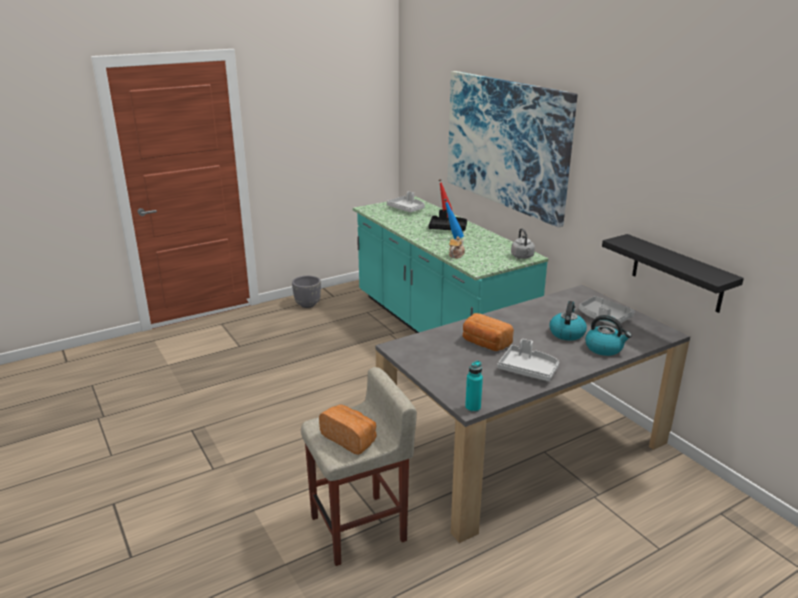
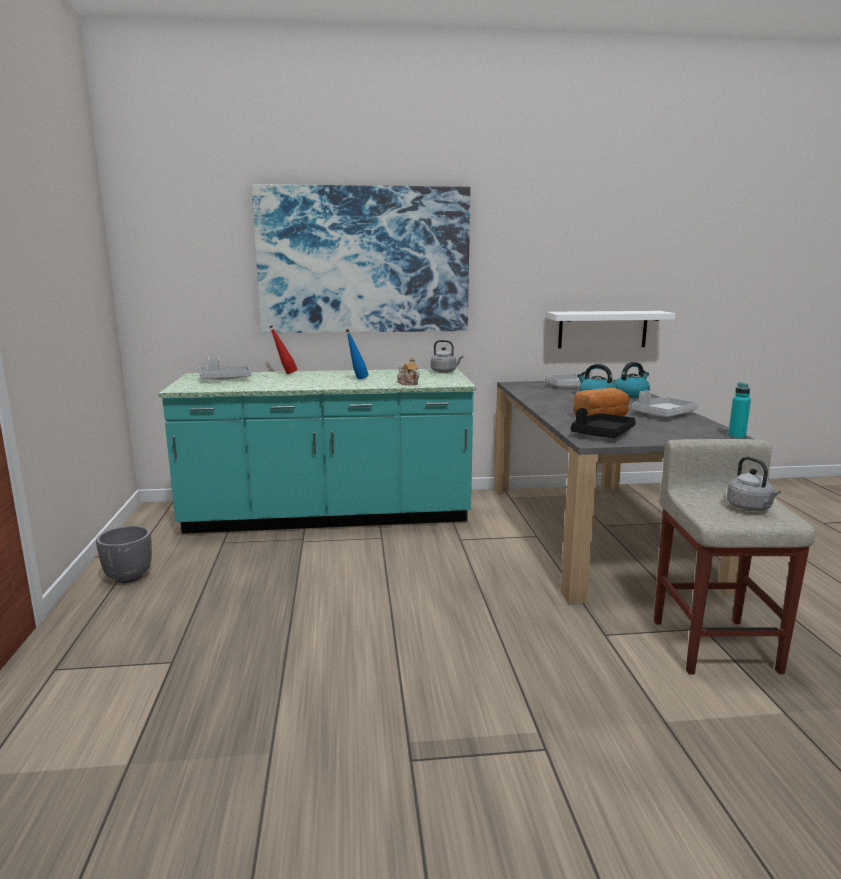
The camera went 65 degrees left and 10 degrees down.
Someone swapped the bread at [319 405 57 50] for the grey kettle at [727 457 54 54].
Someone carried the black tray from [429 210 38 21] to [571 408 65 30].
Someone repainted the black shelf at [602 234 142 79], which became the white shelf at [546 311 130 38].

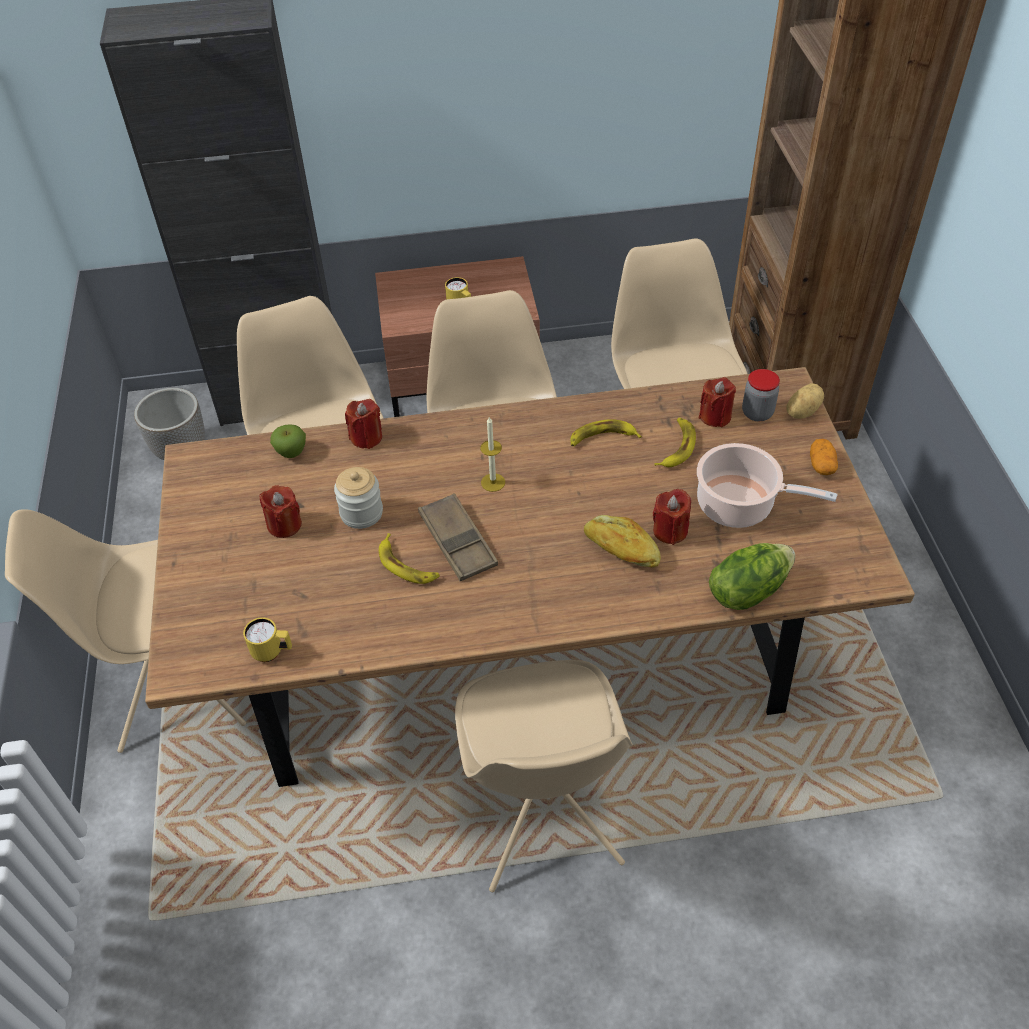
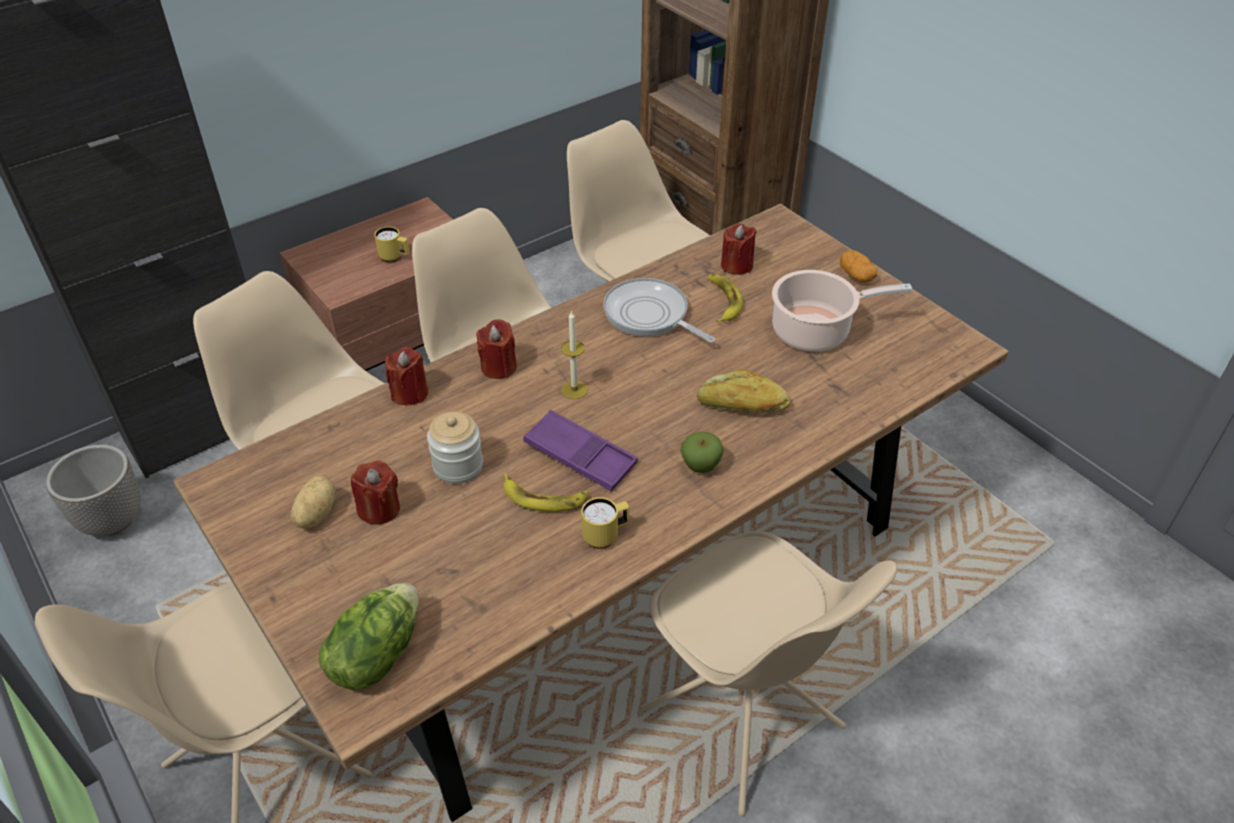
The camera went 30 degrees left and 5 degrees down.
Someone carried the yellow mug from [243 617 49 45] to [581 497 48 52].
Someone carried the apple from [270 424 36 34] to [680 432 44 41].
Someone repainted the brown tray at [418 493 80 88], which became the purple tray at [523 410 115 82].
Someone swapped the banana at [570 419 72 27] for the frying pan at [603 278 112 65].
Someone carried the red candle from [653 489 38 56] to [476 319 41 60].
Someone carried the lettuce from [709 543 86 67] to [319 583 100 107].
Someone took away the jar at [742 369 38 52].
Someone carried the potato from [786 383 38 36] to [291 476 45 53].

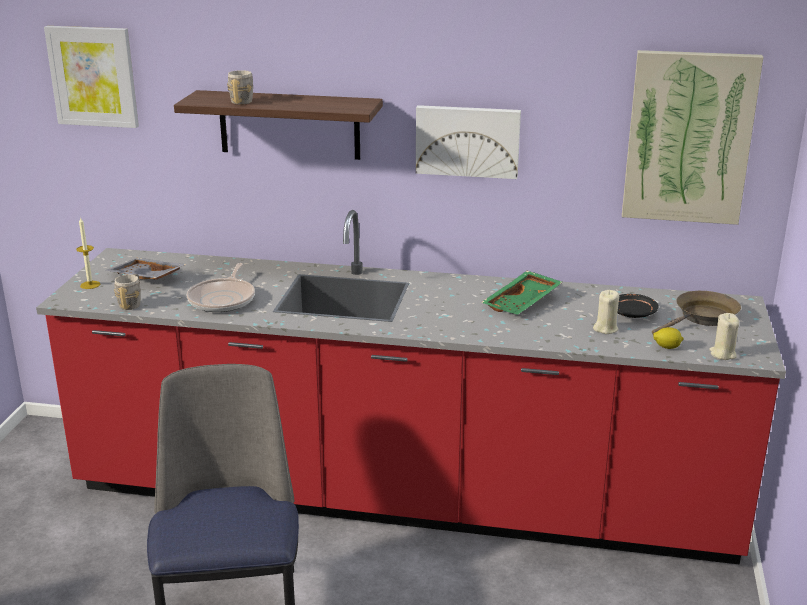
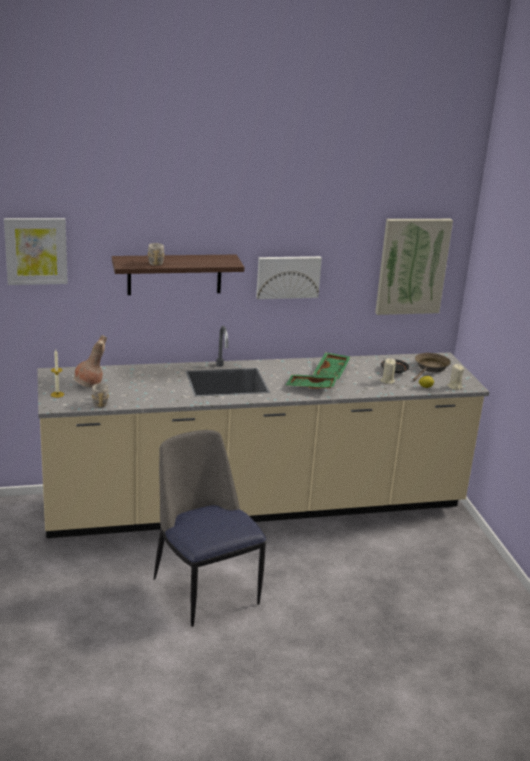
The camera went 25 degrees left and 0 degrees up.
Someone repainted the red counter at [36 210 750 355], which became the beige counter at [37 326 452 212].
Someone swapped the grey tray at [106 258 80 22] for the brown vase at [74 335 33 53].
Someone took away the frying pan at [187 263 68 49].
Someone put down the green tray at [286 375 52 14].

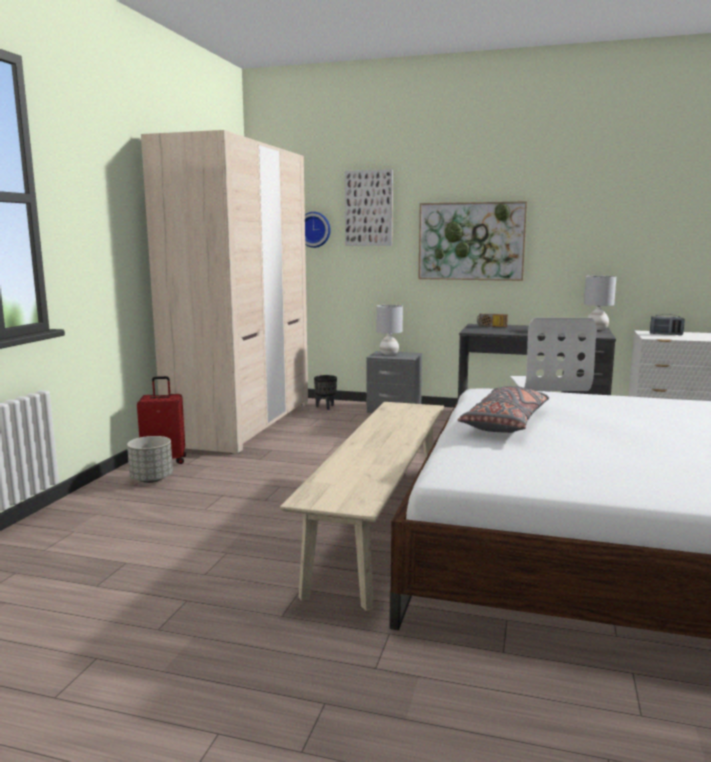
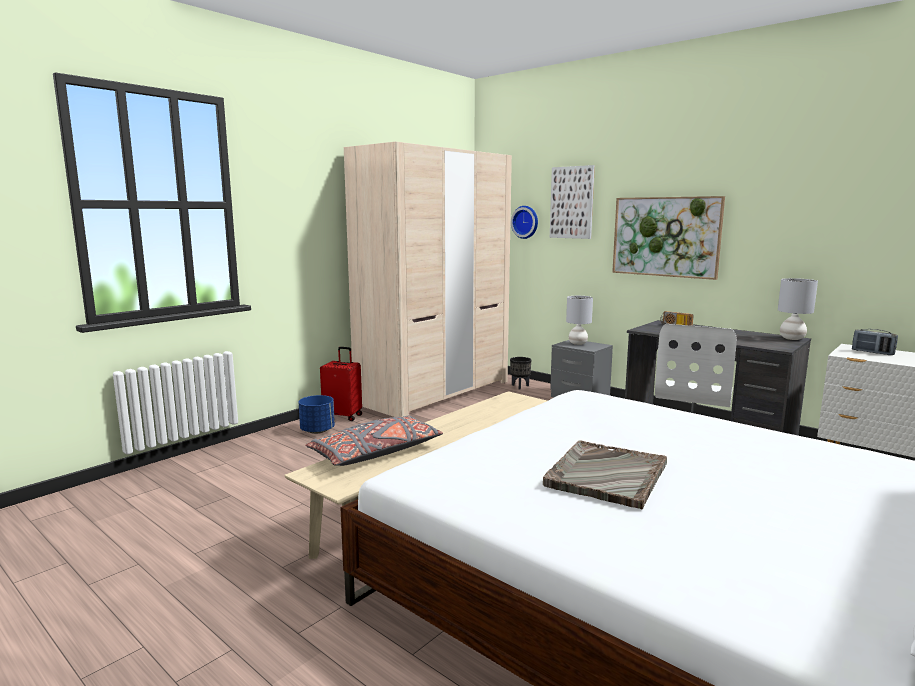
The camera went 25 degrees right and 0 degrees up.
Someone repainted the grey planter at [127 436 46 47], which became the blue planter at [298 395 37 39].
Someone carried the grey pillow from [458 386 91 47] to [305 416 138 50].
Someone put down the grey tray at [543 440 124 70].

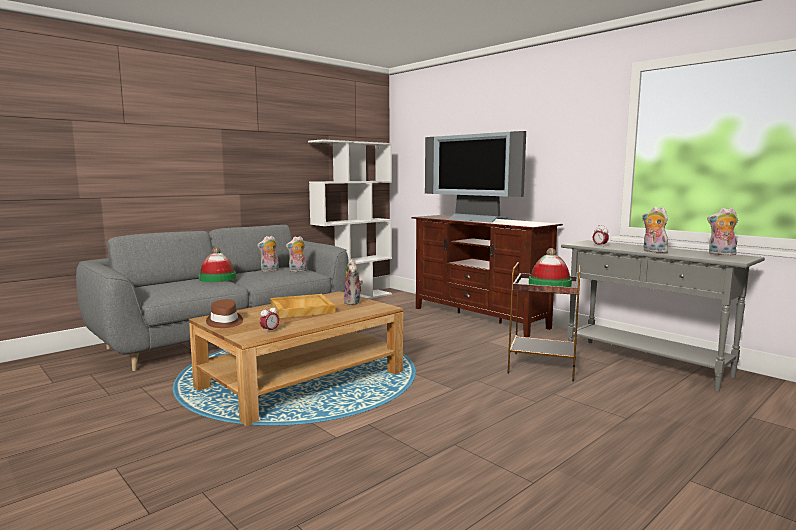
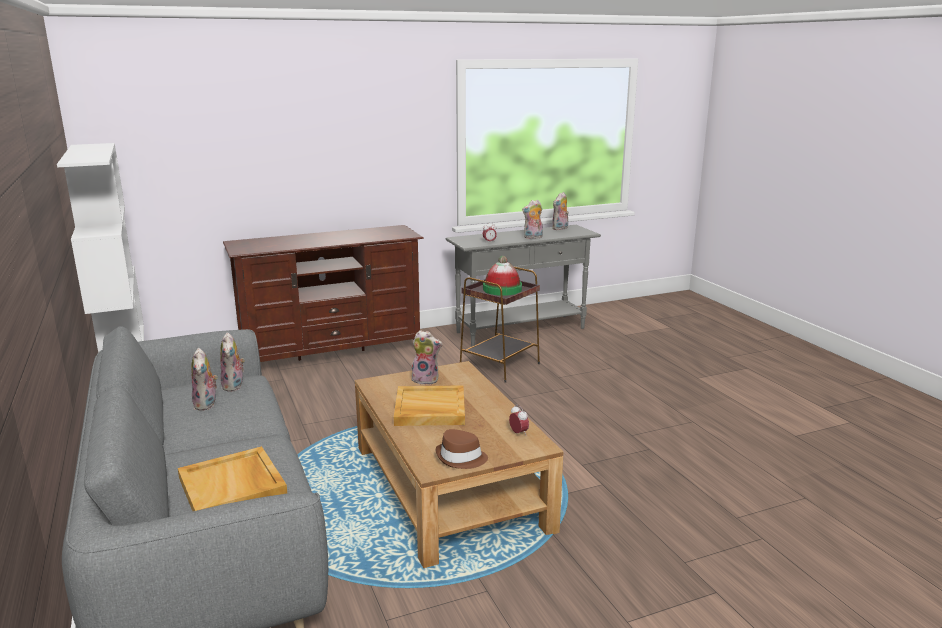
The camera went 70 degrees left and 10 degrees up.
Someone took away the hat at [199 247 37 35].
Someone took away the television at [425 131 101 92].
Someone put down the beige tray at [178 446 109 65].

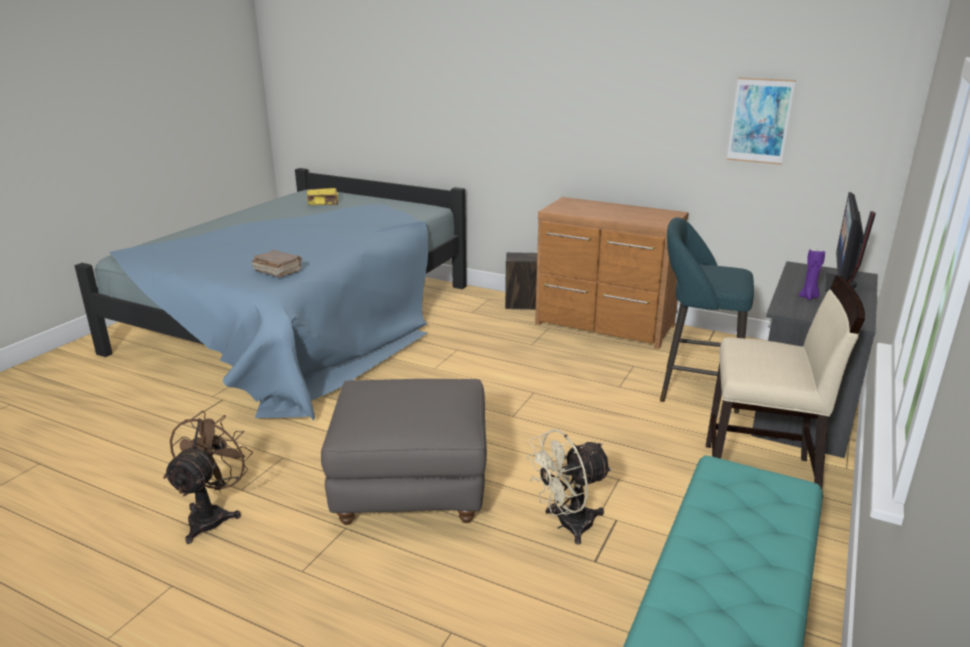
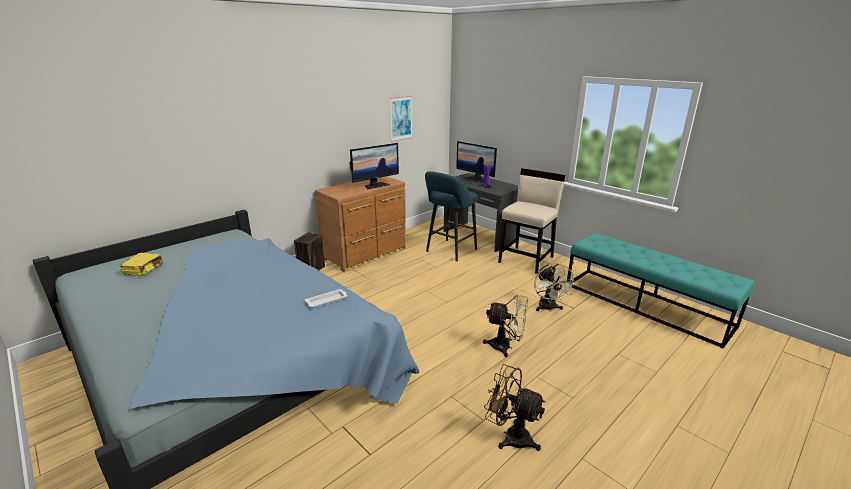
The camera went 70 degrees left and 0 degrees up.
Someone swapped the brown book at [252 250 50 27] for the white tray at [305 289 42 19].
Someone swapped the grey ottoman at [321 379 166 146] for the beige fan at [483 294 45 63].
Someone put down the monitor at [350 143 49 47].

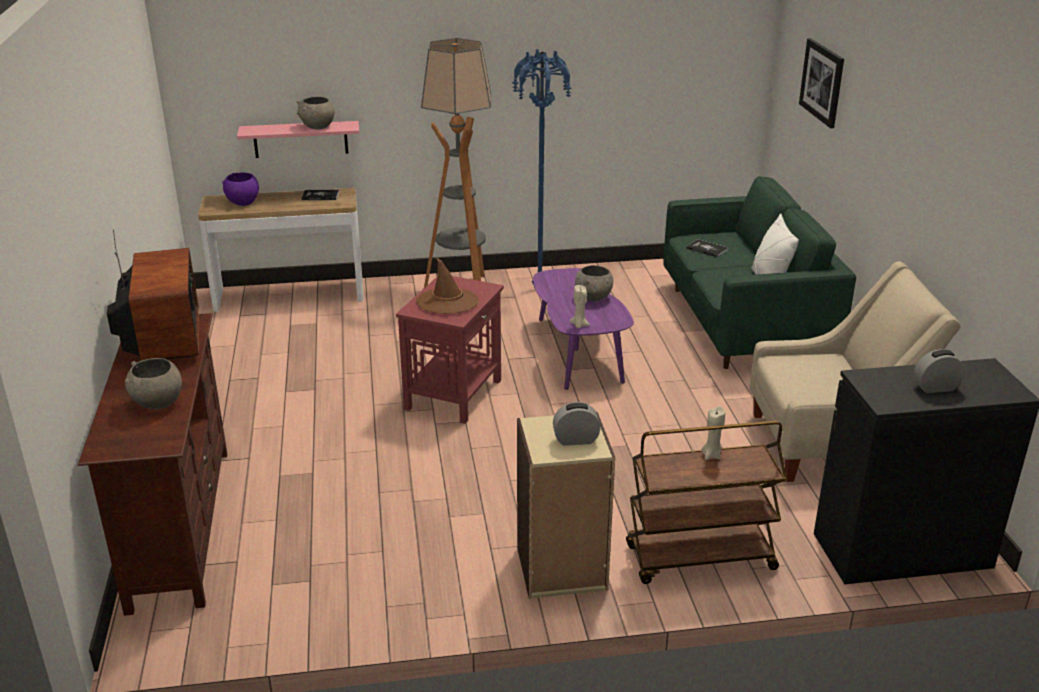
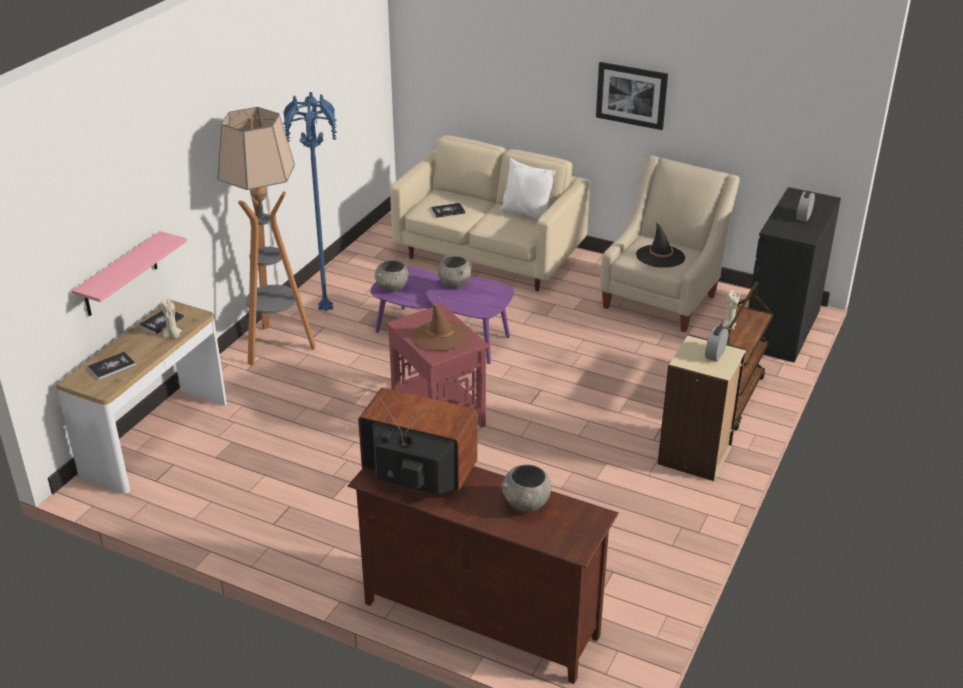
The camera went 55 degrees left and 5 degrees up.
Someone swapped the purple bowl at [222 173 37 33] for the book at [87 352 49 28].
Someone carried the grey bowl from [296 97 39 32] to [375 260 34 32].
Someone carried the beige candle from [570 285 20 43] to [161 299 21 39].
Someone repainted the green sofa at [663 177 193 192], which became the beige sofa at [390 135 200 156].
Someone carried the picture from [799 38 45 90] to [596 62 72 68].
Someone put down the black hat at [636 222 49 46].

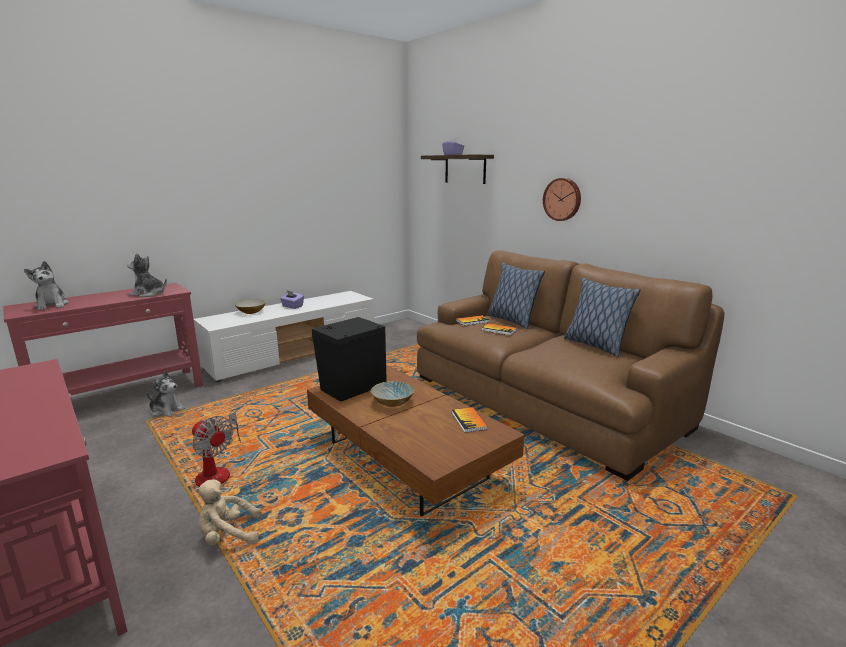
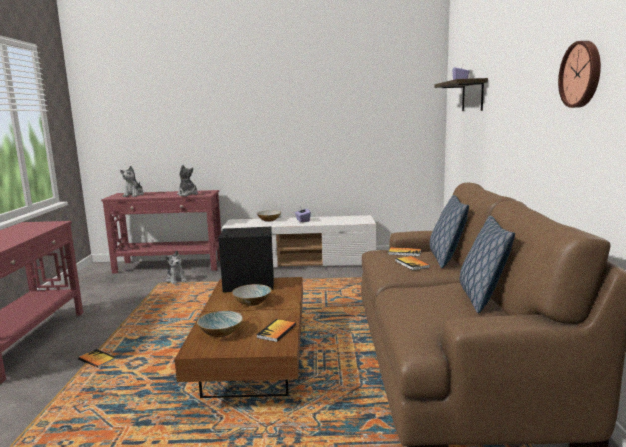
The camera went 40 degrees right and 5 degrees down.
Someone took away the fan at [192 412 50 75].
Someone swapped the beige plush toy at [195 479 67 66] for the book at [78 349 38 19].
Someone carried the wall clock from [543 178 38 43] to [558 41 43 67].
Someone put down the bowl at [197 311 46 26].

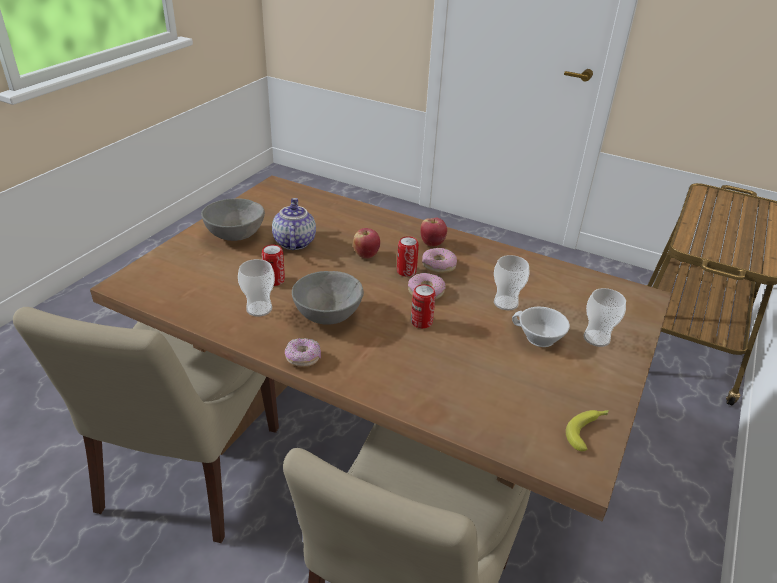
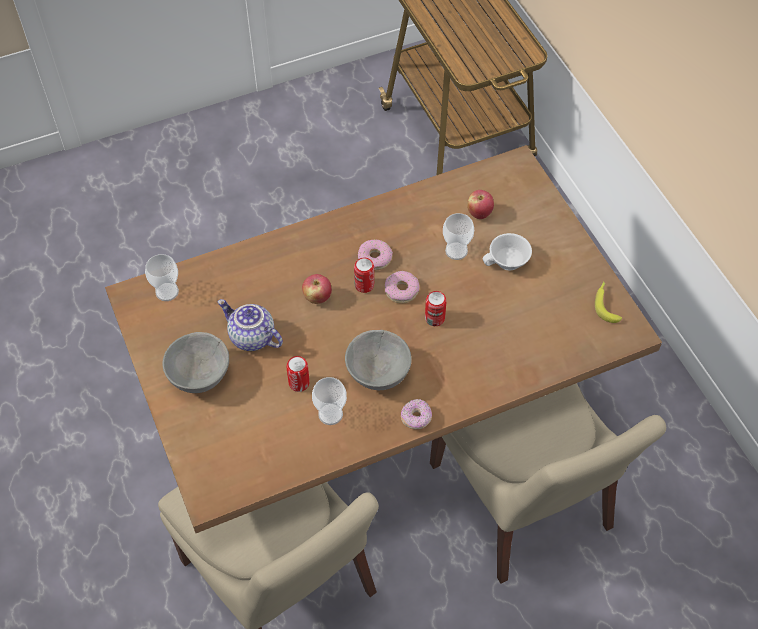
The camera went 50 degrees left and 20 degrees up.
Someone carried the apple from [420 218 27 29] to [467 190 27 29].
Someone carried the cup from [584 288 42 59] to [145 254 34 47].

